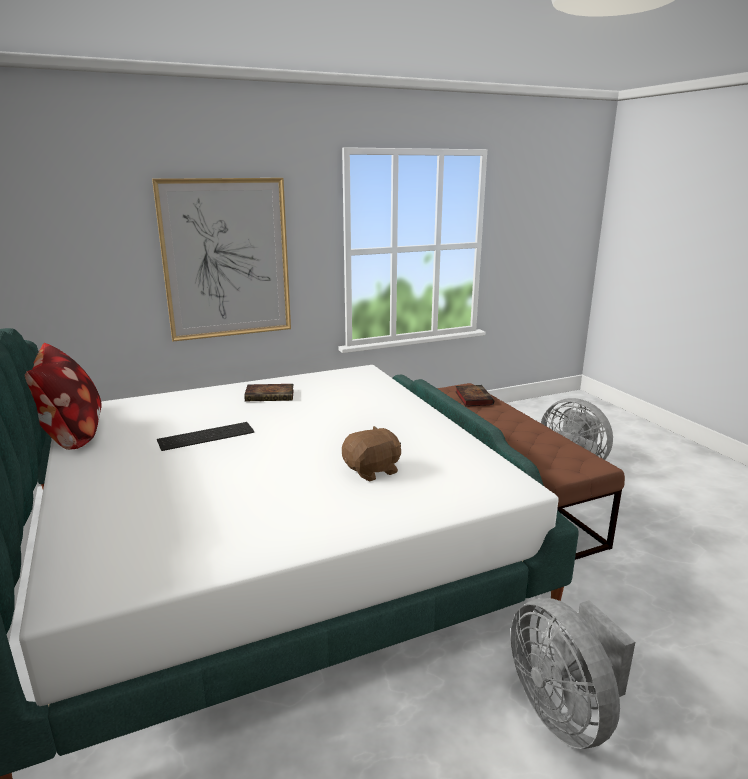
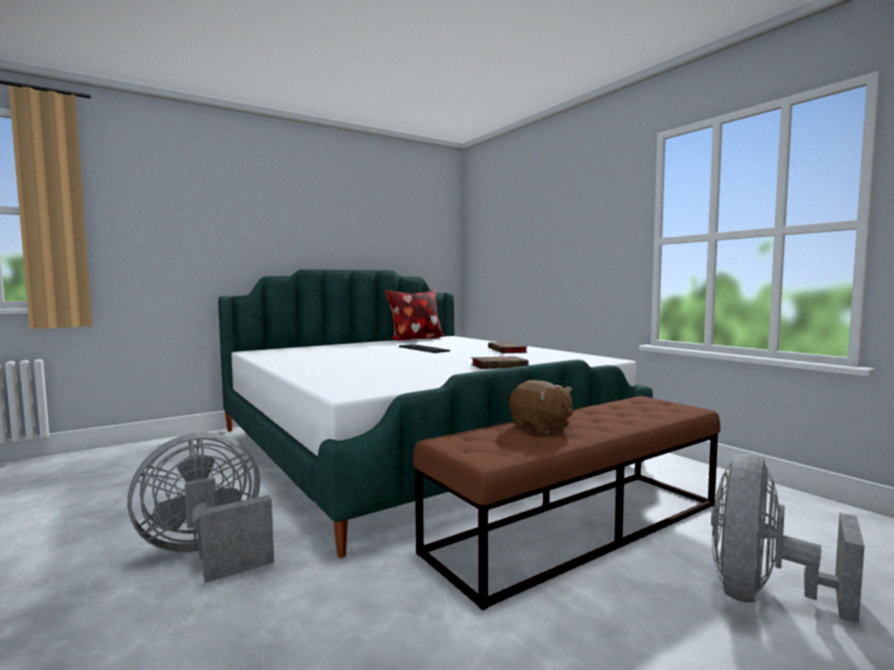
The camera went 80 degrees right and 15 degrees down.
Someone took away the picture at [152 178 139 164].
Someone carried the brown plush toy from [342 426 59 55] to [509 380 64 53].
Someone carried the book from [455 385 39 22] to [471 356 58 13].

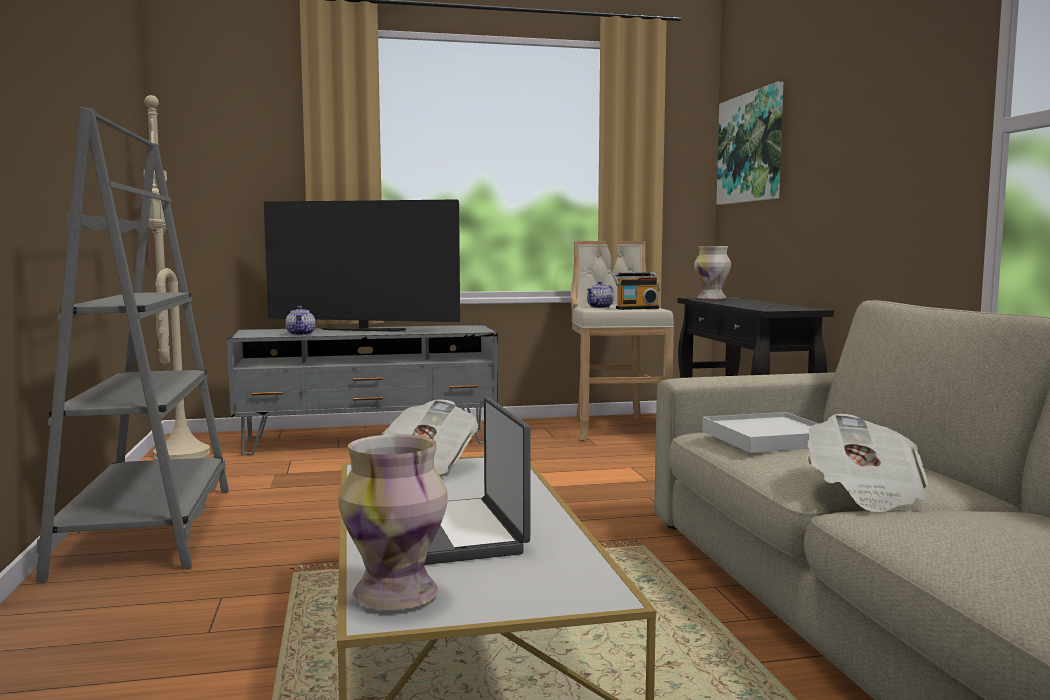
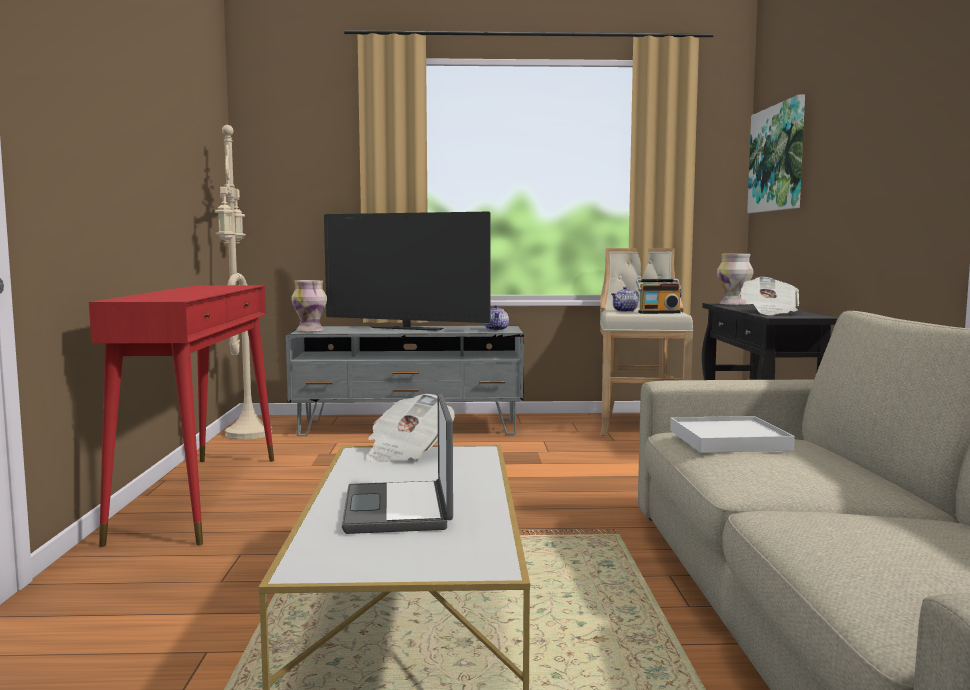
The camera went 10 degrees right and 0 degrees up.
Someone swapped the grey bookcase at [36 107 193 476] for the red console table at [89 285 185 262].
Someone carried the teapot from [285 306 31 29] to [484 305 25 25].
Someone carried the vase from [338 434 110 176] to [291 280 36 52].
Someone carried the newspaper from [807 414 123 98] to [739 277 60 38].

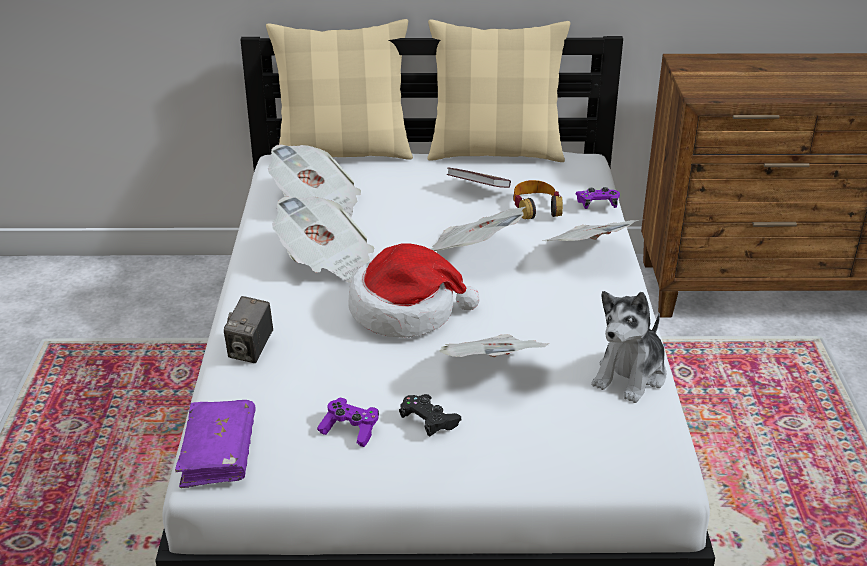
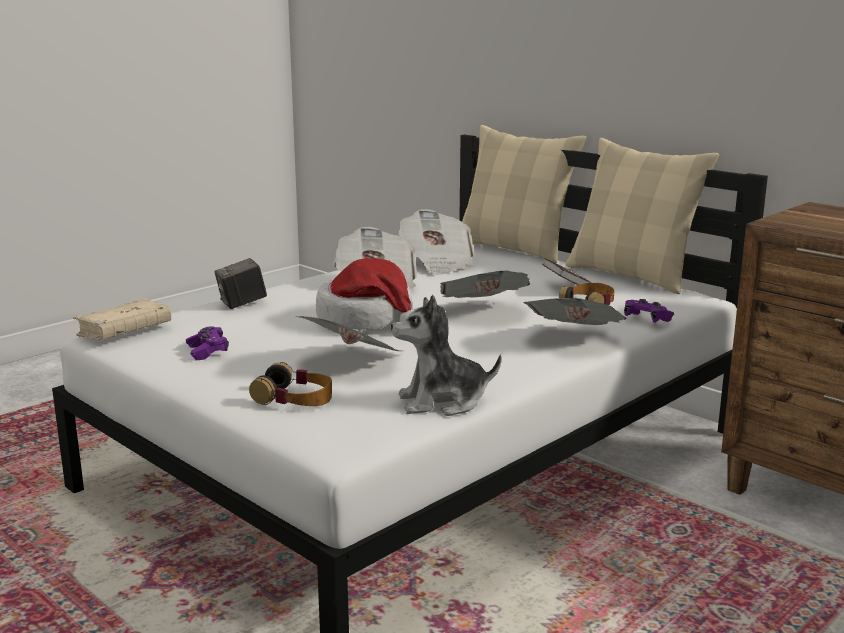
The camera went 45 degrees right and 15 degrees down.
Someone repainted the purple book at [175 400 81 88], which became the beige book at [73 299 98 41].
Someone took away the black game controller at [399 394 63 43].
Someone put down the headphones at [249 362 83 44].

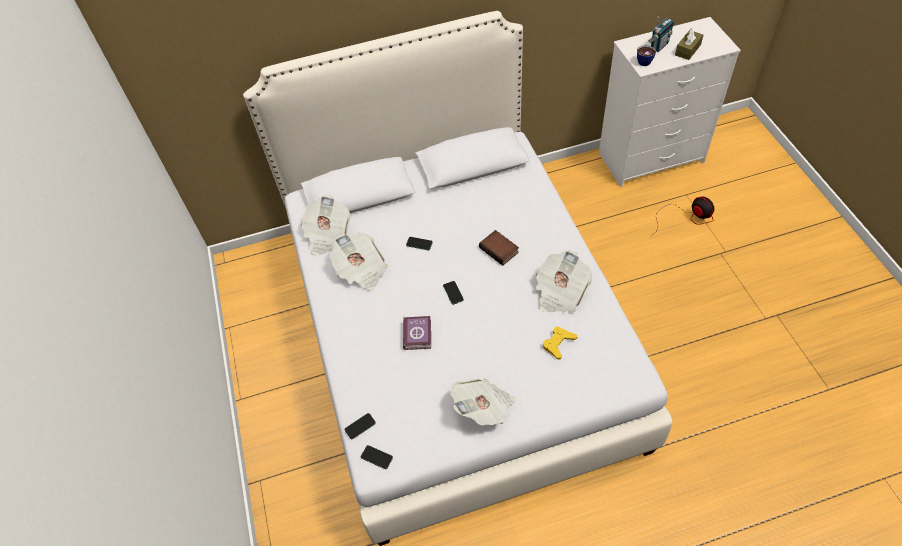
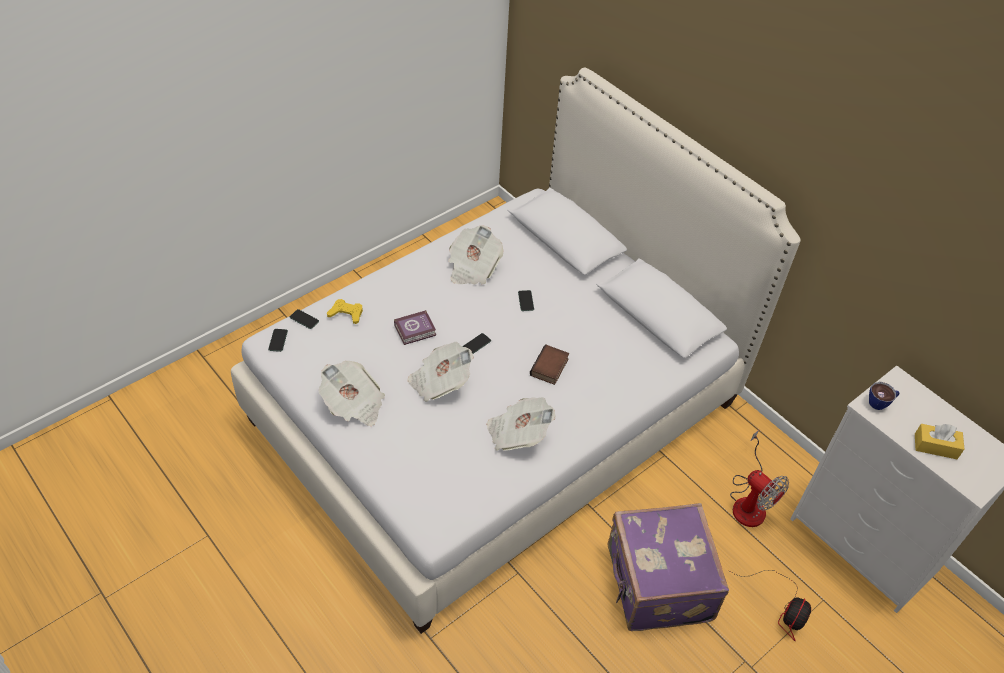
The camera went 60 degrees right and 5 degrees down.
Someone carried the newspaper from [301 195 50 61] to [408 342 66 60].
Someone carried the yellow game controller from [543 326 35 34] to [327 299 36 25].
Someone took away the radio at [648 17 26 35].
Someone repainted the brown tissue box at [675 28 28 32], which became the yellow tissue box at [915 424 49 35].
Someone put down the purple suitcase at [608 503 121 128].
Someone put down the fan at [730 430 59 97].

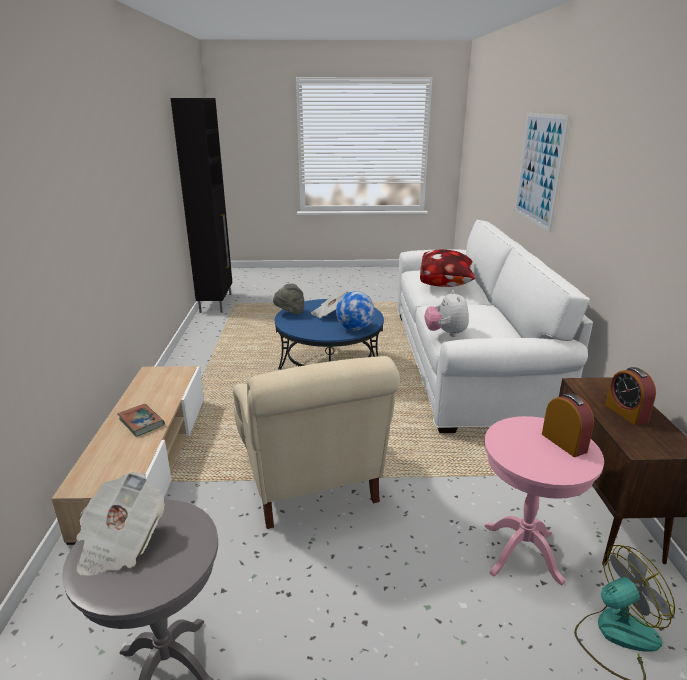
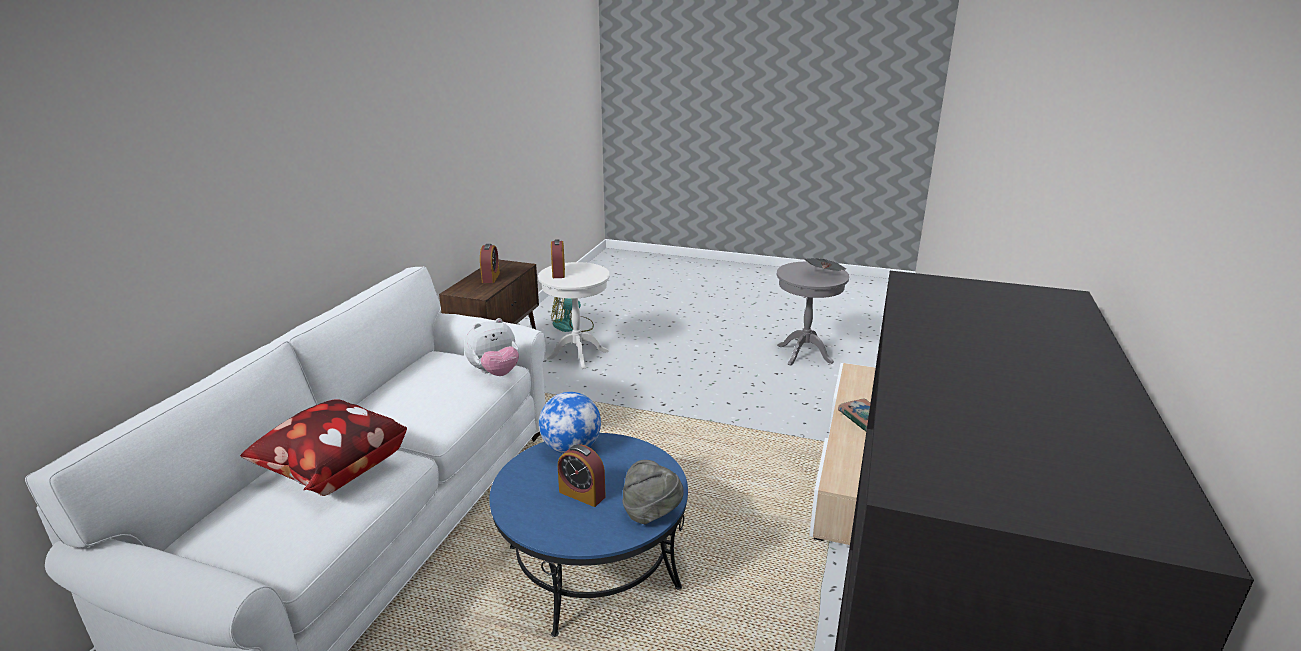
The camera went 160 degrees left and 0 degrees up.
Someone took away the beige armchair at [233 356 167 173].
Someone swapped the newspaper at [311 291 38 27] for the alarm clock at [558 444 48 63].
Someone rotated the plush toy at [424 290 45 47] by 45 degrees clockwise.
Someone repainted the pink side table at [484 416 120 169], which became the white side table at [538 262 72 107].
Someone took away the picture at [515 113 55 119].

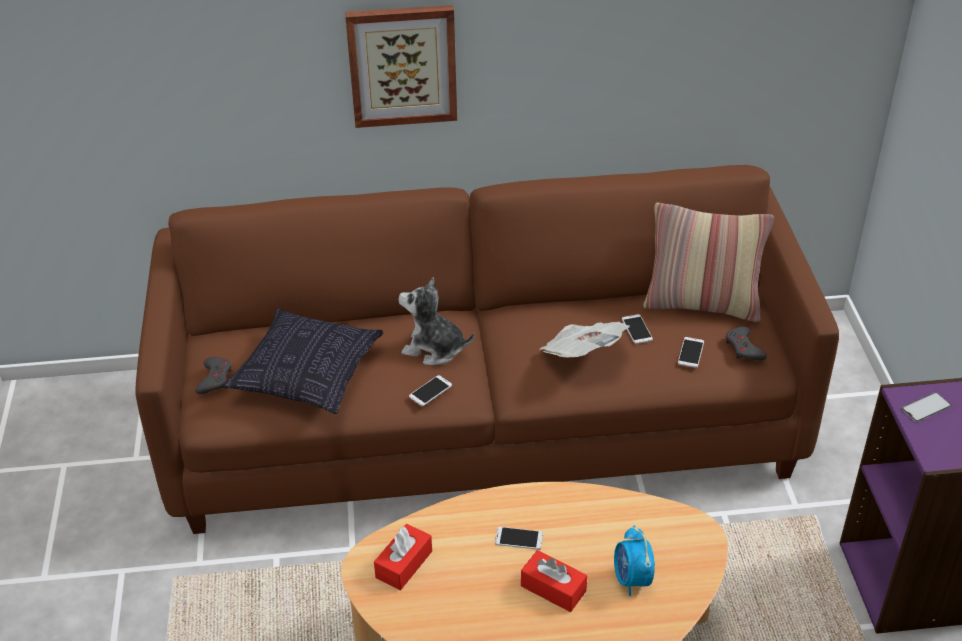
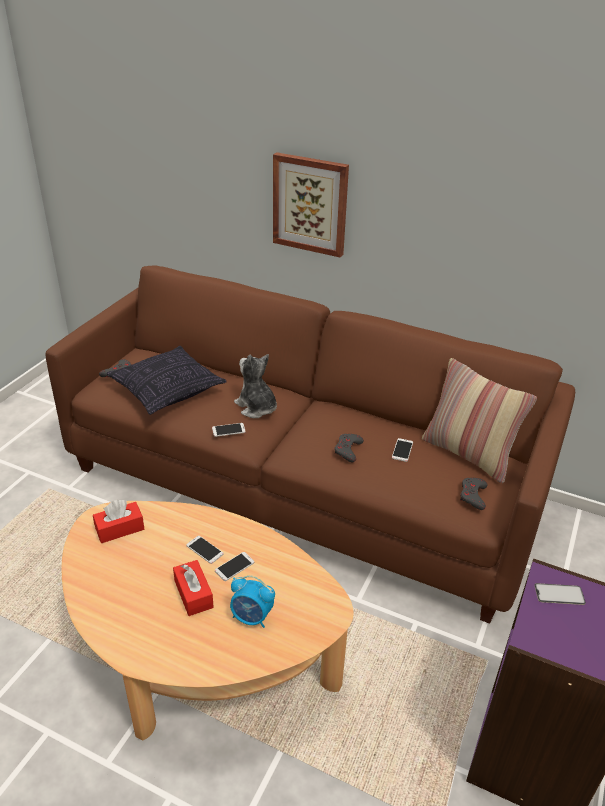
The camera went 30 degrees right and 5 degrees down.
Someone swapped the newspaper at [539 322 91 36] for the grey game controller at [334 434 30 28].
Someone rotated the alarm clock at [614 525 41 71] by 90 degrees counterclockwise.
Someone carried the phone from [678 337 26 31] to [215 552 39 29].

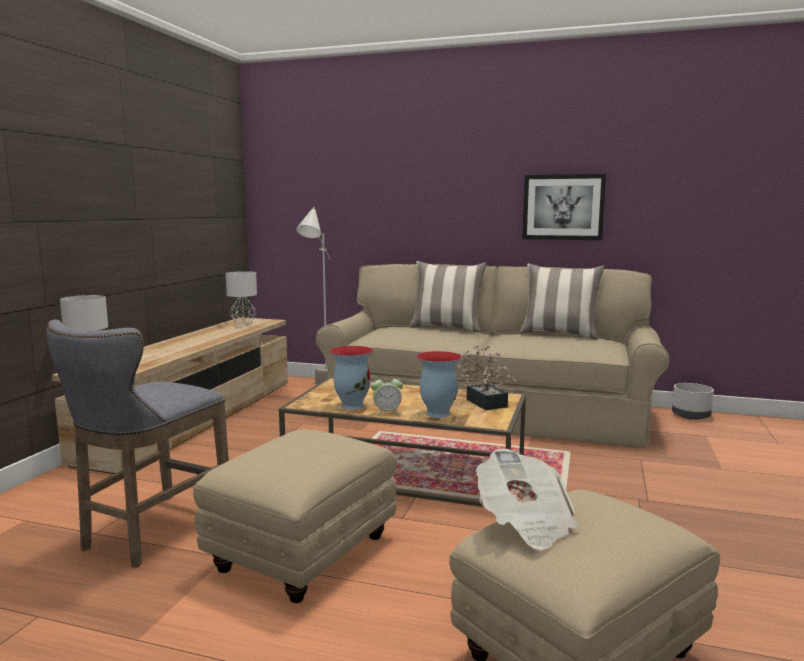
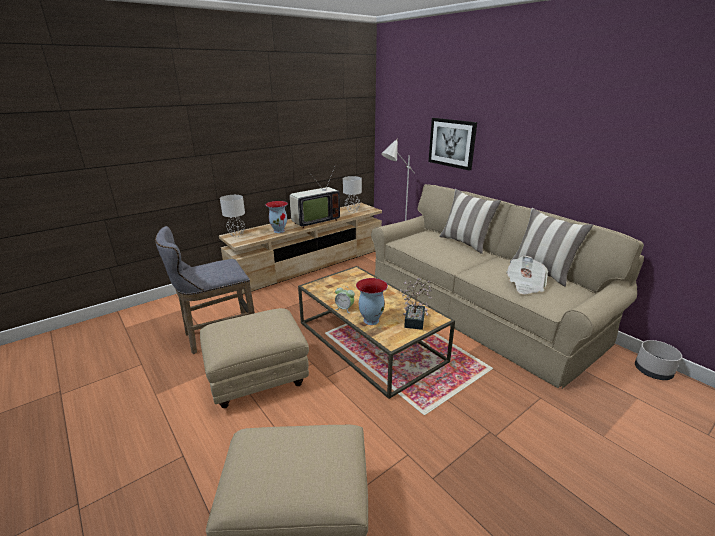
The camera went 35 degrees right and 15 degrees up.
Someone carried the vase from [329 346 45 64] to [266 201 22 32].
Someone carried the newspaper from [476 448 103 103] to [506 256 42 38].
Someone carried the picture from [522 174 84 66] to [429 118 48 53].
Someone put down the television at [289 167 51 62].

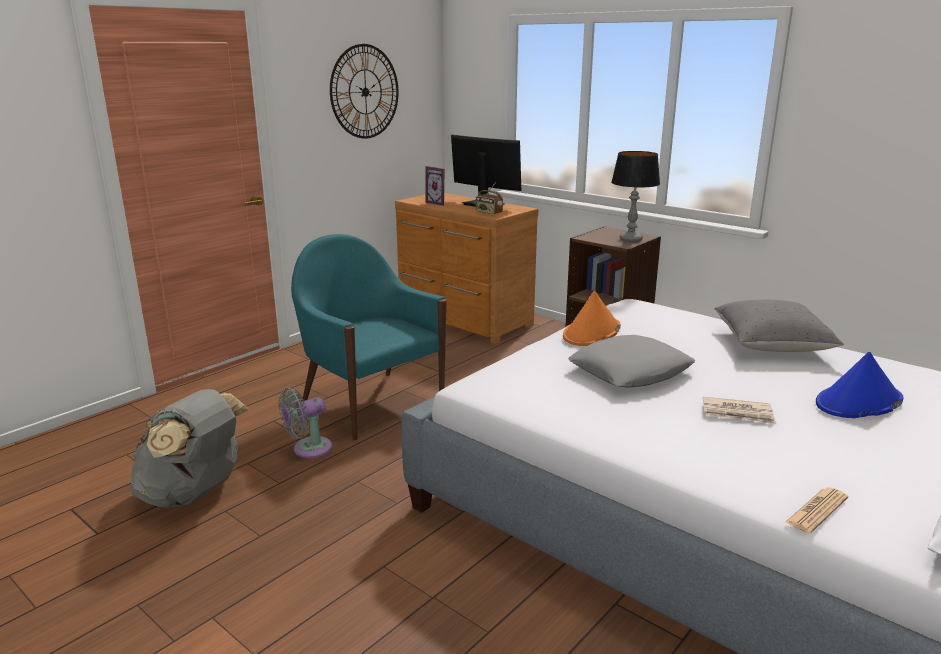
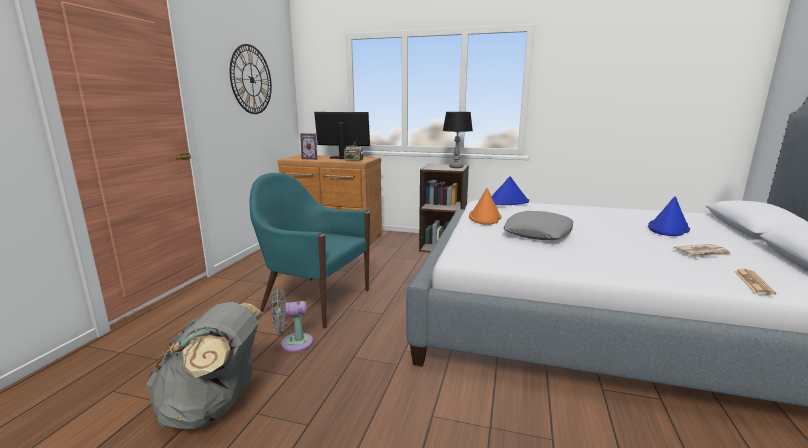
The camera went 25 degrees left and 5 degrees down.
Someone rotated the grey fan at [278 388 54 70] by 45 degrees clockwise.
Someone carried the newspaper from [703 397 73 27] to [673 244 58 13].
Someone took away the grey pillow at [715 300 129 52].
Someone put down the blue hat at [491 176 38 29].

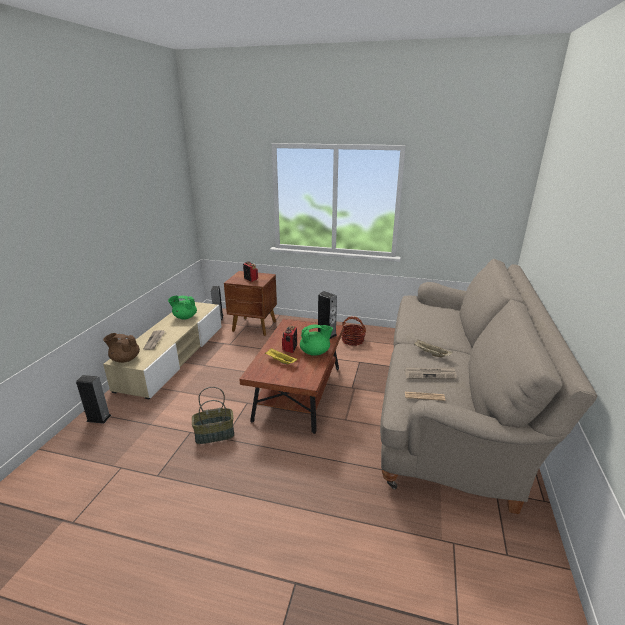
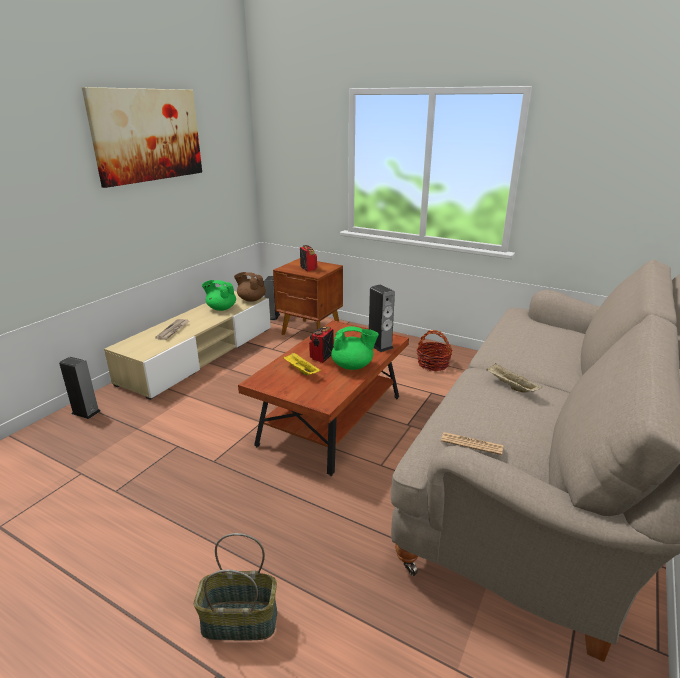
The camera went 15 degrees right and 0 degrees up.
Someone carried the brown teapot from [103 333 37 30] to [234 272 32 30].
Someone carried the basket from [192 387 42 57] to [194 533 83 107].
Someone took away the newspaper at [404 367 53 12].
Someone put up the picture at [82 87 120 101].

